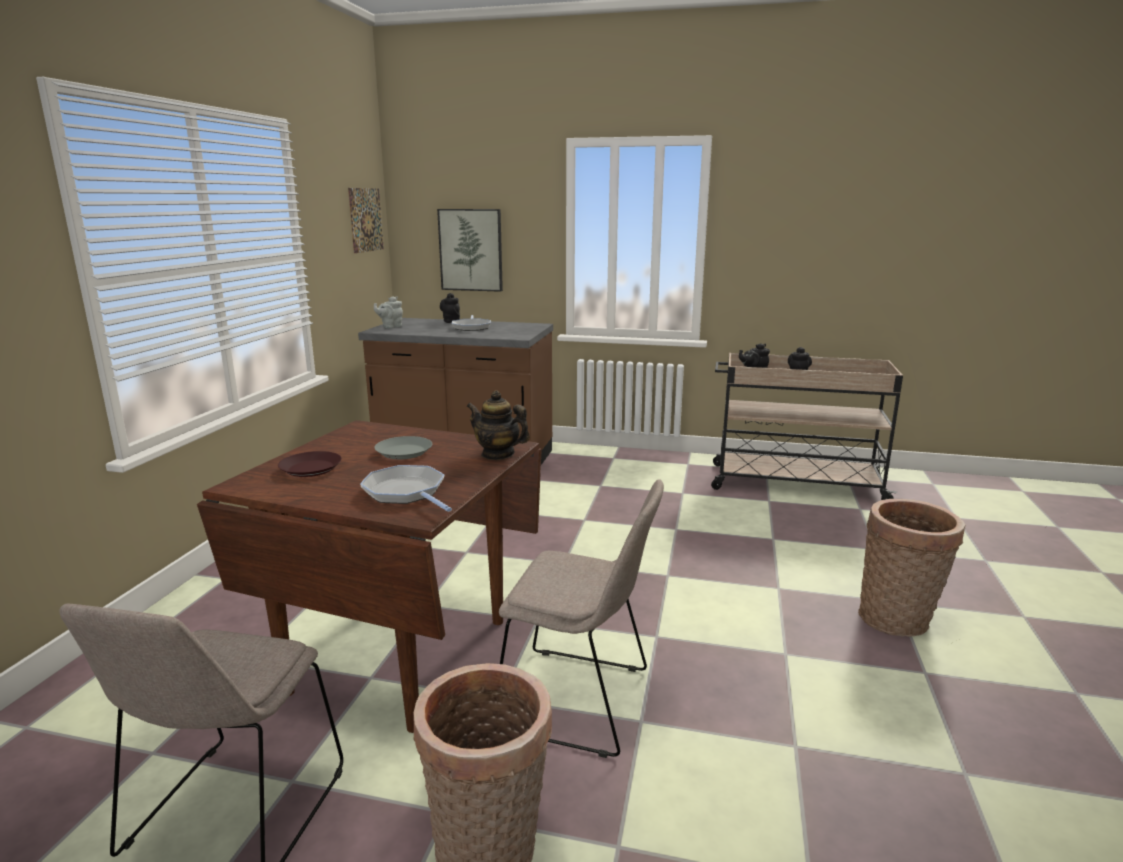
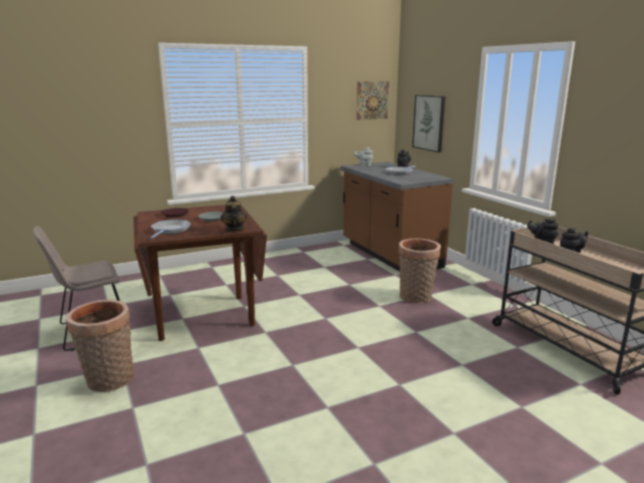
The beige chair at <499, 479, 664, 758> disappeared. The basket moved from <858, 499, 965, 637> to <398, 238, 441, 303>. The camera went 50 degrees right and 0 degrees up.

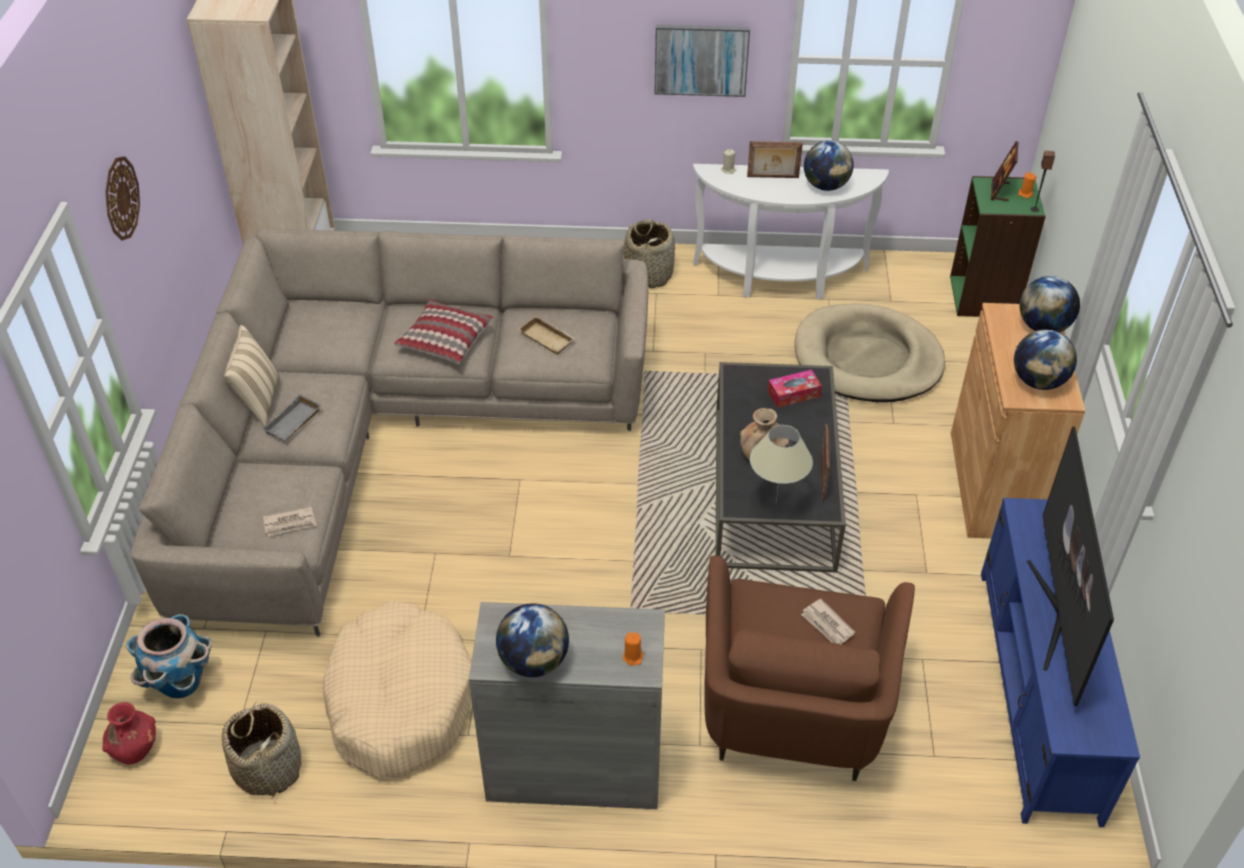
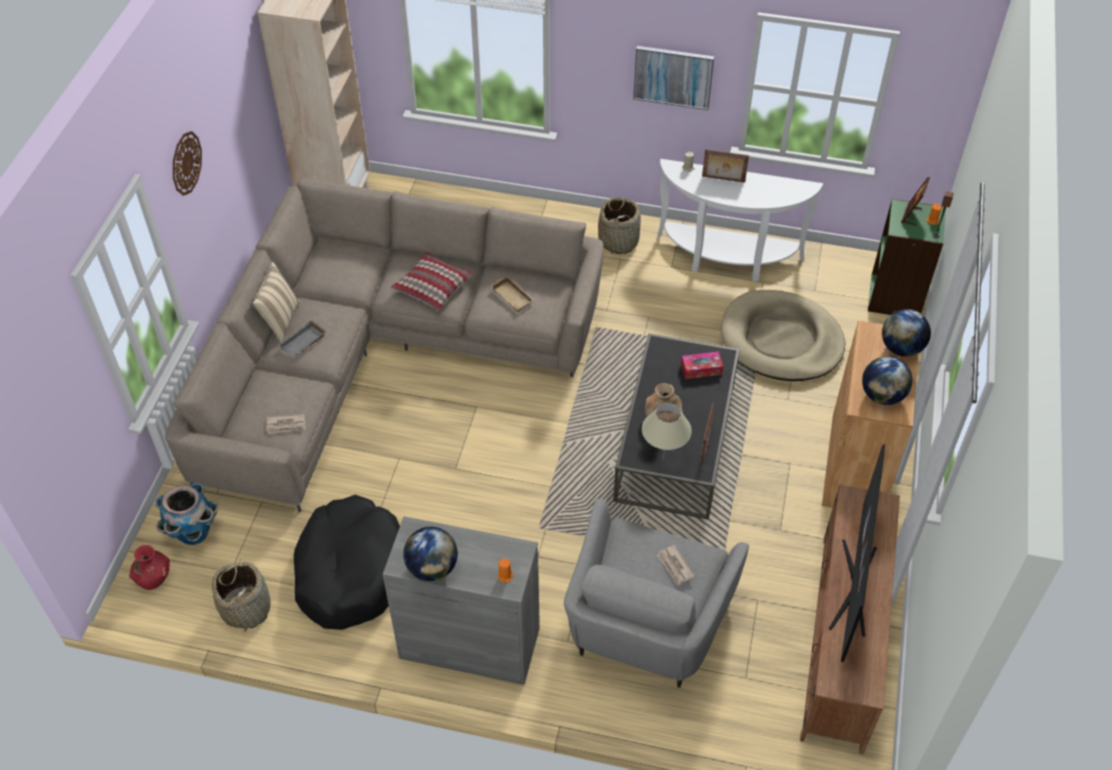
The globe at <804, 140, 853, 191> disappeared. The blue tv stand at <981, 498, 1140, 827> became the brown tv stand at <800, 484, 900, 754>. The brown armchair at <704, 555, 915, 781> became the grey armchair at <564, 499, 749, 688>. The beige dog bed at <323, 600, 472, 778> became the black dog bed at <294, 495, 400, 630>. The camera went 10 degrees right and 5 degrees up.

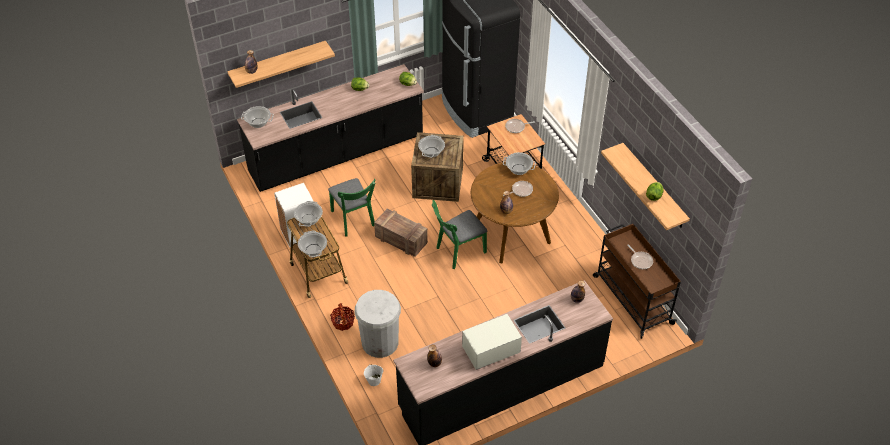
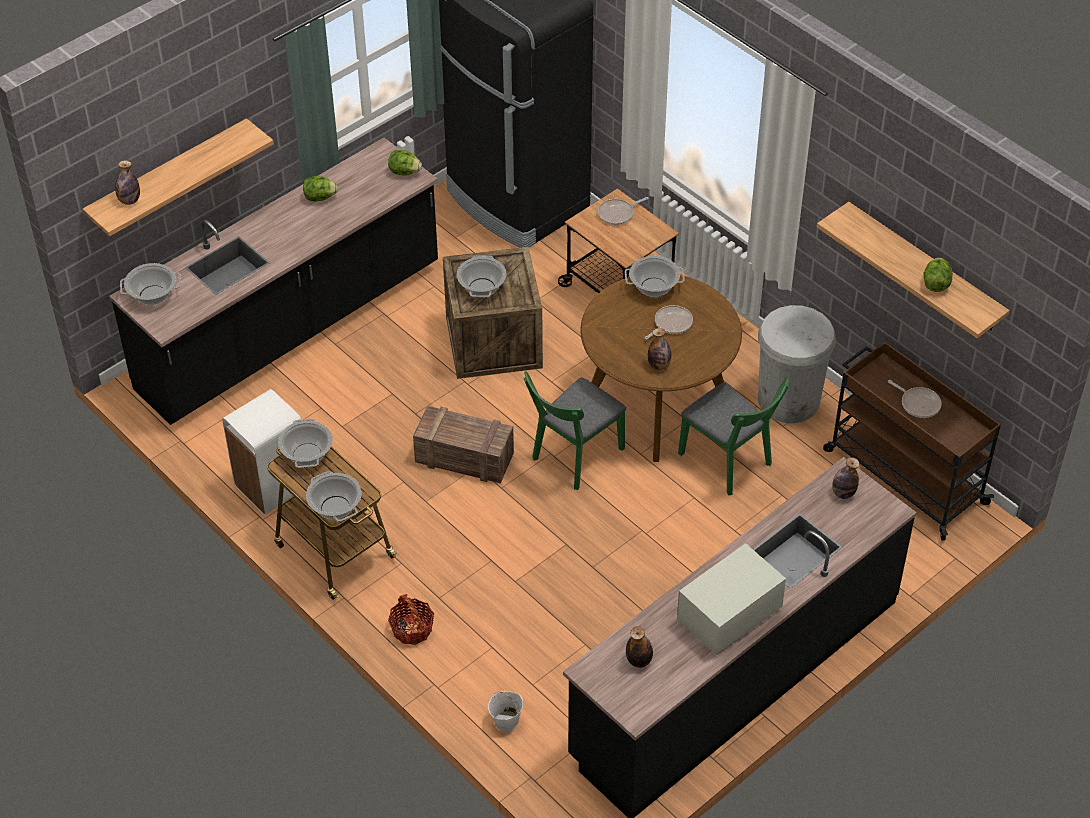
The green chair moved from <328, 178, 376, 237> to <678, 377, 790, 496>. The white trash can moved from <354, 290, 401, 358> to <758, 305, 836, 423>. The camera went 15 degrees left and 0 degrees up.

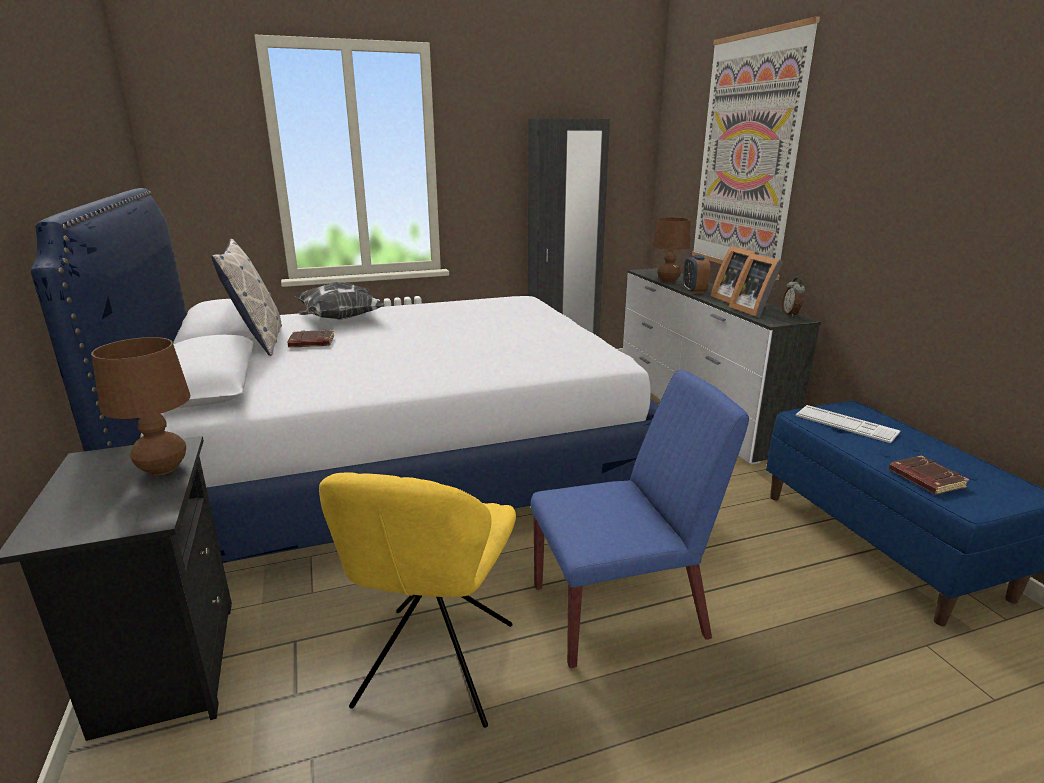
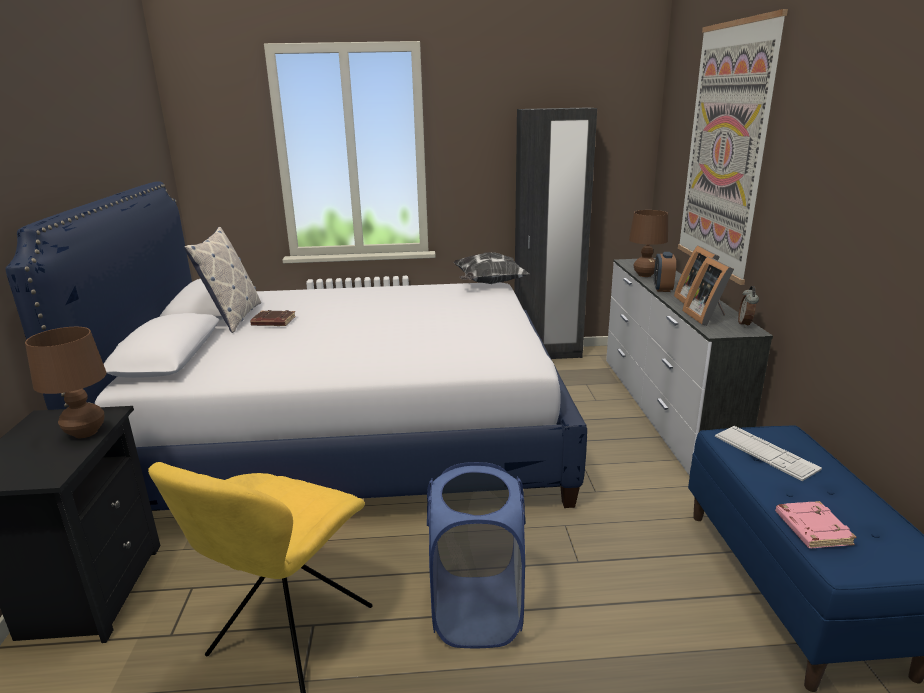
The pillow moved from <295, 282, 385, 320> to <453, 252, 529, 284>. The blue chair at <530, 370, 749, 668> was replaced by the blue laundry basket at <427, 462, 525, 648>. The brown book at <889, 456, 969, 494> became the pink book at <775, 501, 857, 548>. The camera went 15 degrees right and 0 degrees up.

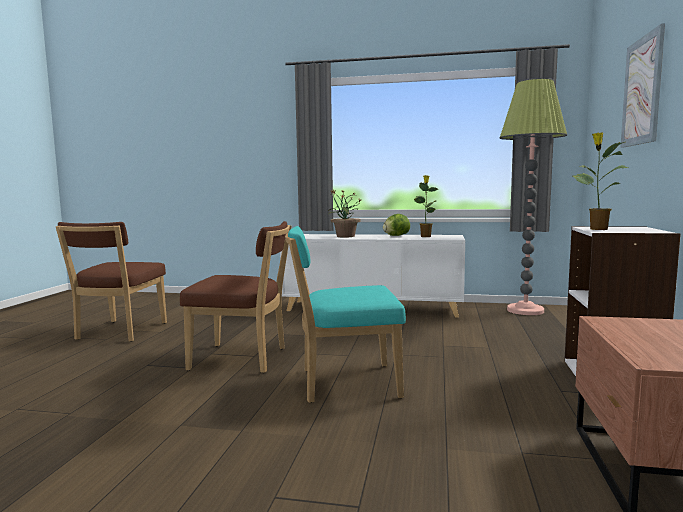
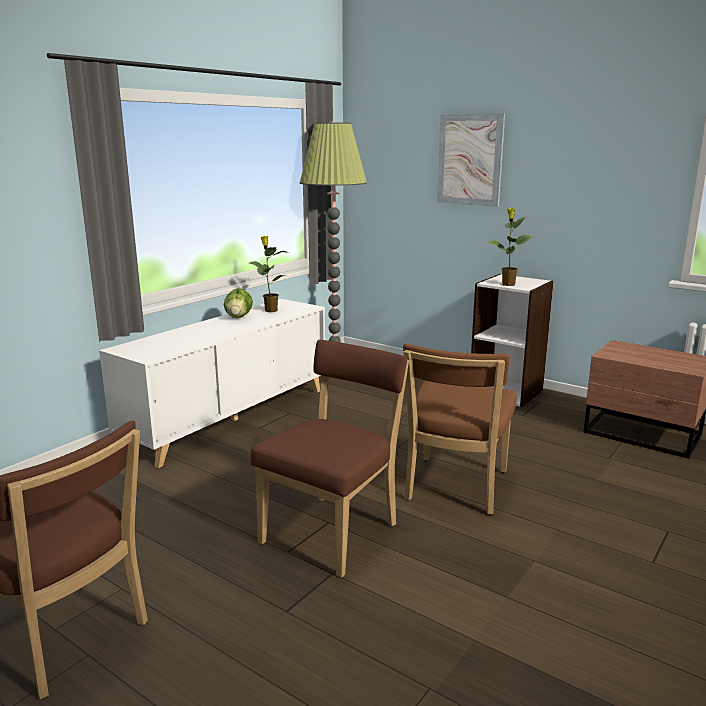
The potted plant at <329, 190, 361, 237> disappeared. The turquoise chair at <285, 226, 406, 403> became the brown chair at <403, 344, 517, 515>. The camera went 65 degrees left and 10 degrees up.

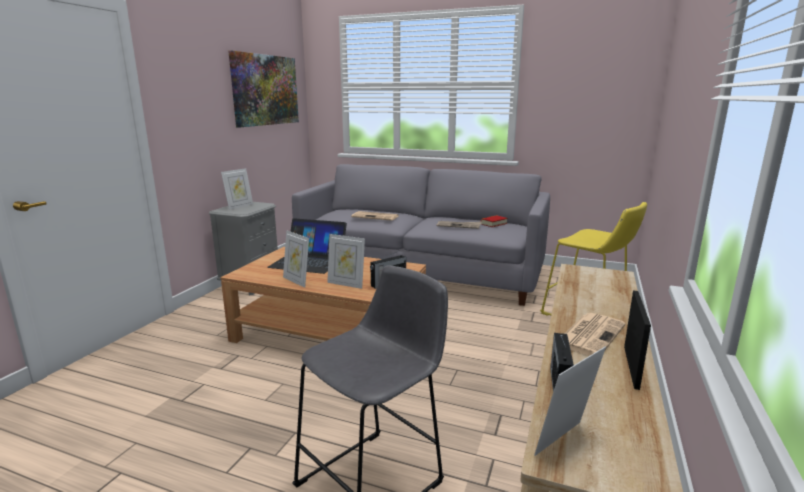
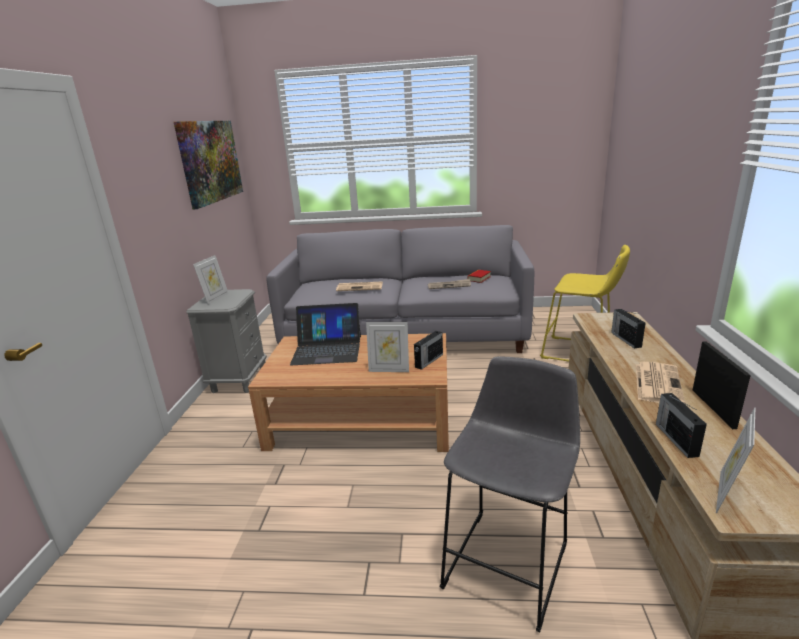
The picture frame at <283, 230, 309, 288> disappeared. The radio at <611, 309, 645, 348> appeared. The camera went 15 degrees left and 5 degrees up.

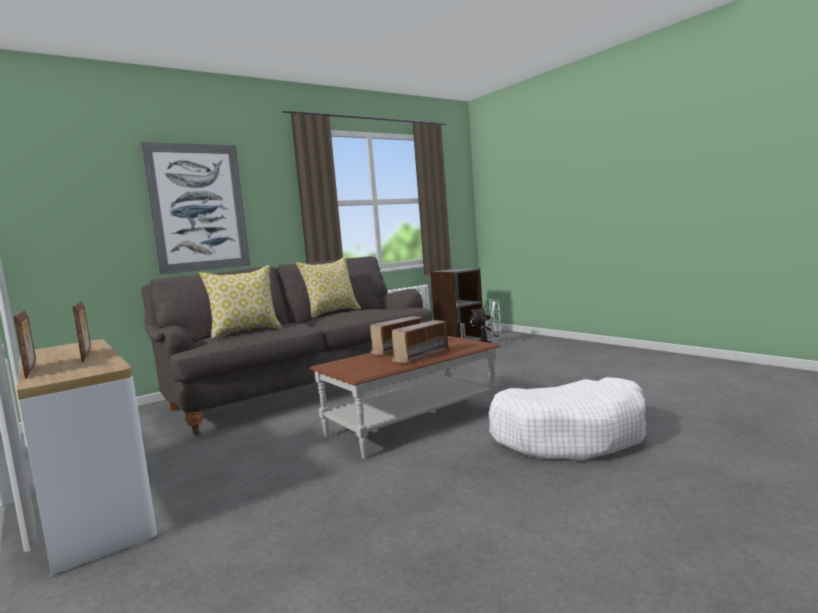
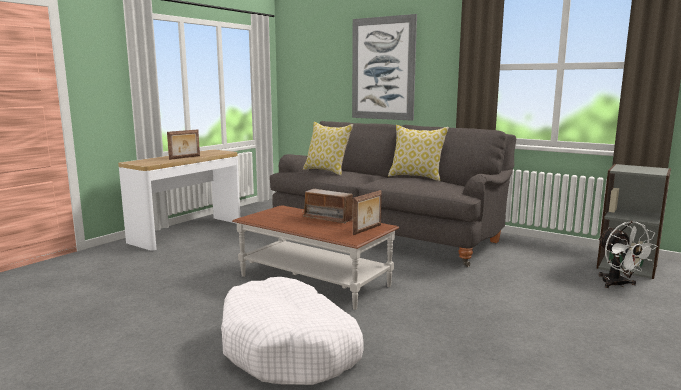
The picture frame moved from <14, 310, 36, 379> to <353, 190, 382, 235>. The radio at <392, 320, 451, 364> disappeared. The camera went 70 degrees right and 5 degrees up.

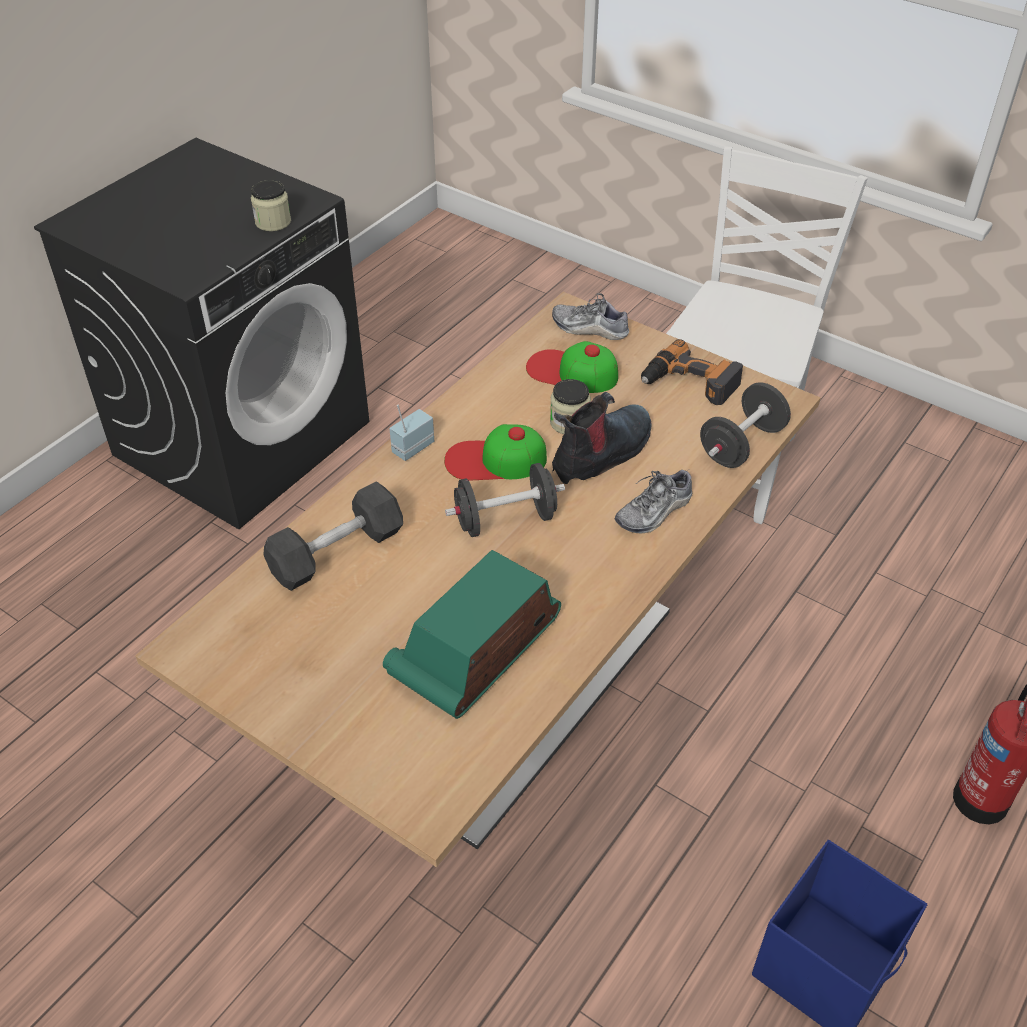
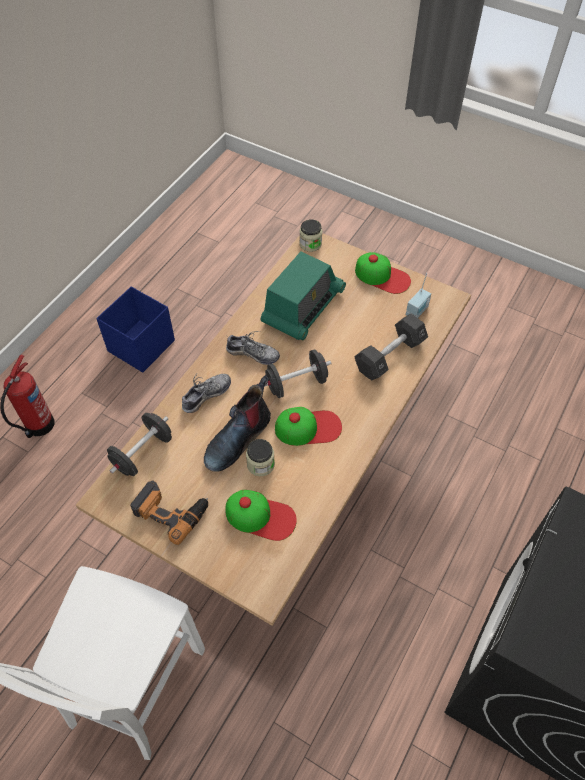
The jar moved from <251, 180, 291, 231> to <299, 219, 322, 252>. The shoe moved from <552, 293, 629, 340> to <226, 331, 280, 365>. The radio moved from <389, 405, 434, 461> to <406, 273, 431, 318>. The cap at <355, 252, 411, 294> appeared. The camera went 175 degrees right and 10 degrees up.

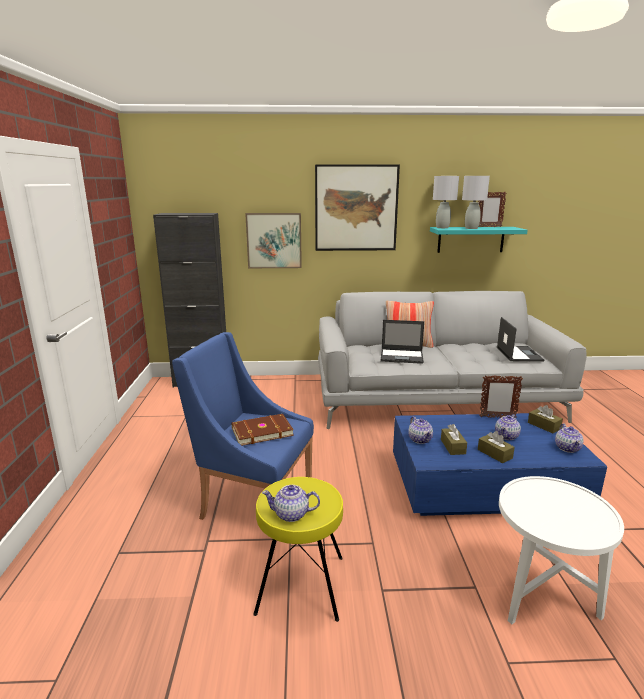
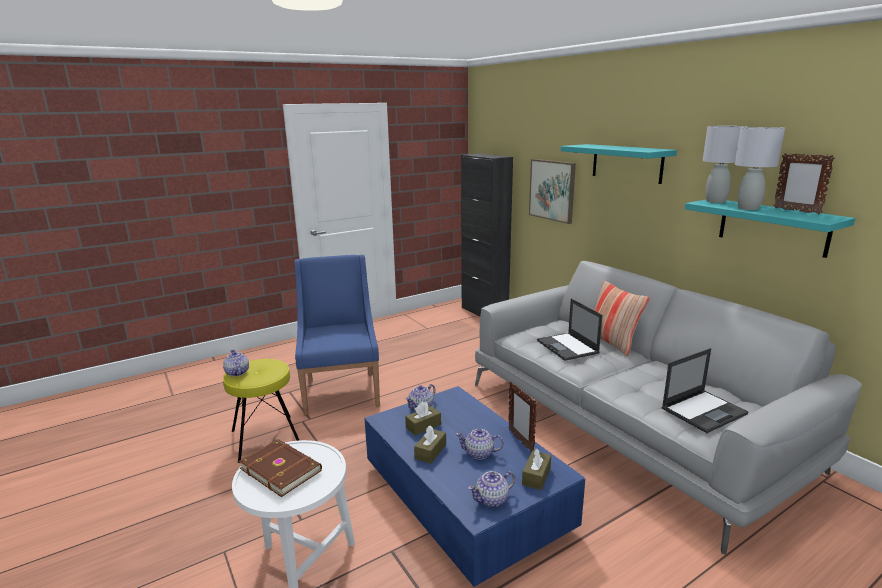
The picture at <315, 164, 400, 251> was replaced by the turquoise shelf at <561, 144, 677, 184>. The brown book moved from <232, 414, 294, 446> to <239, 439, 322, 497>. The camera went 60 degrees right and 0 degrees up.

